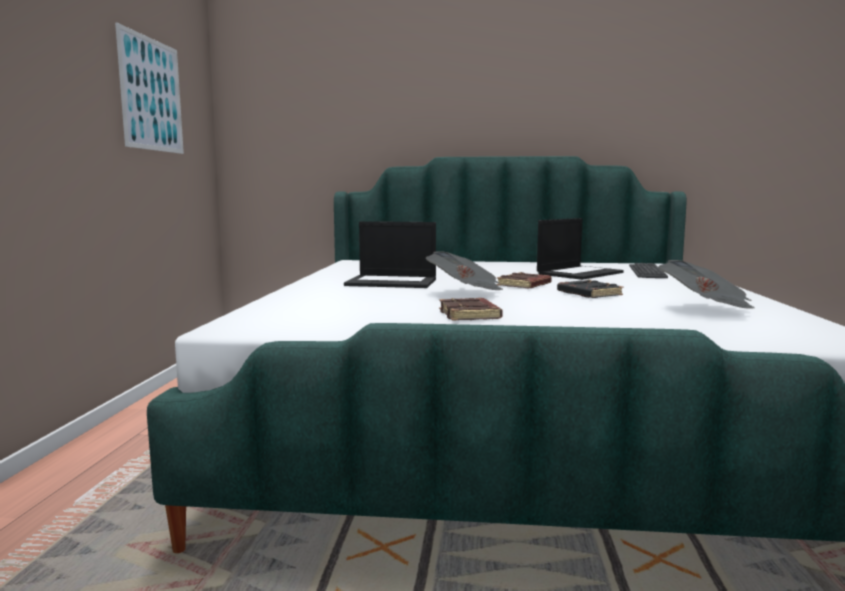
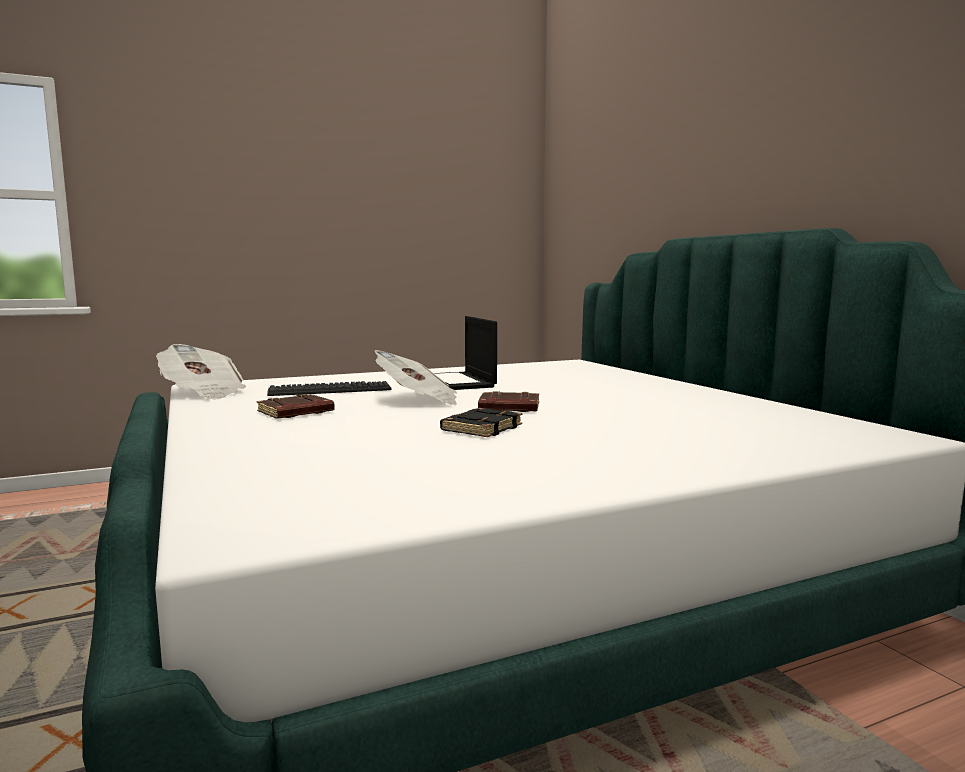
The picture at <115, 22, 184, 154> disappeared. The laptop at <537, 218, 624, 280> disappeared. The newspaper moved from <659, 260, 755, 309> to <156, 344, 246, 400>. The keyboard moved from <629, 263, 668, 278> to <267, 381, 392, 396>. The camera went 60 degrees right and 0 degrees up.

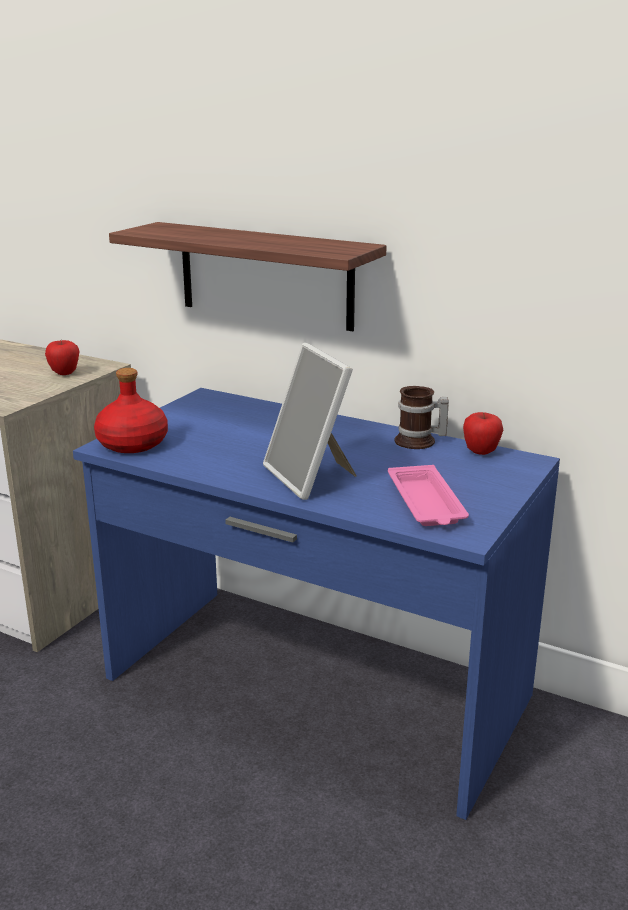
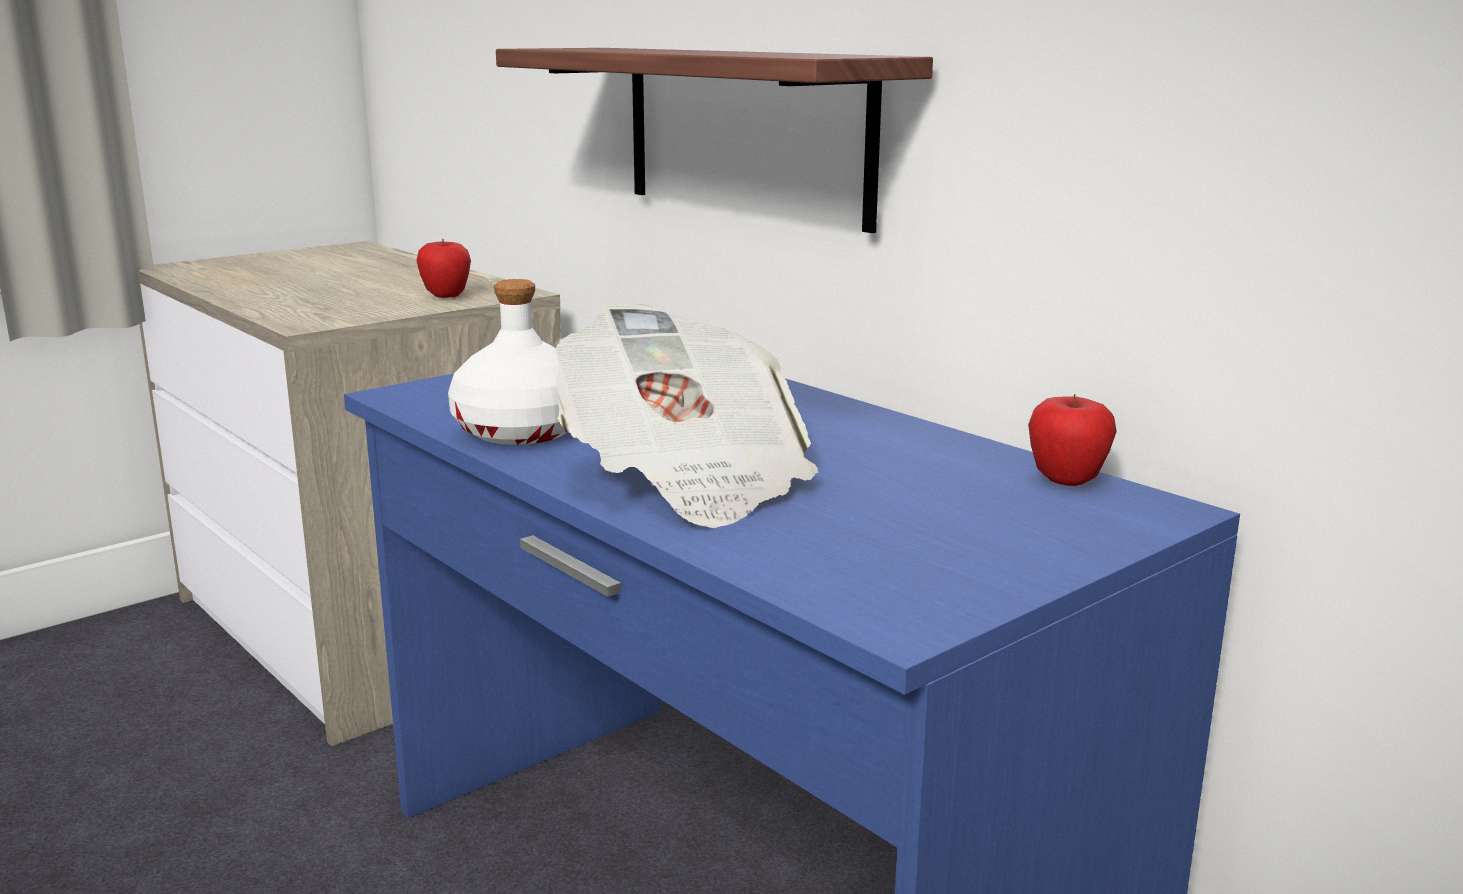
The picture frame at <263, 343, 357, 500> was replaced by the newspaper at <555, 304, 818, 528>. The red bottle at <94, 368, 168, 453> disappeared. The mug at <395, 386, 449, 449> disappeared. The pink tray at <388, 465, 469, 526> disappeared. The white bottle at <448, 279, 567, 445> appeared. The camera went 20 degrees right and 5 degrees down.

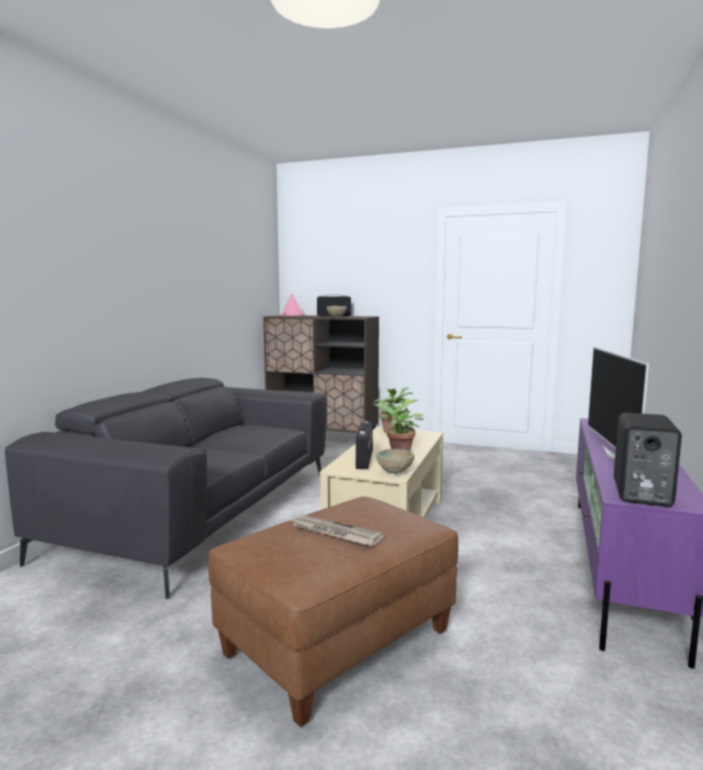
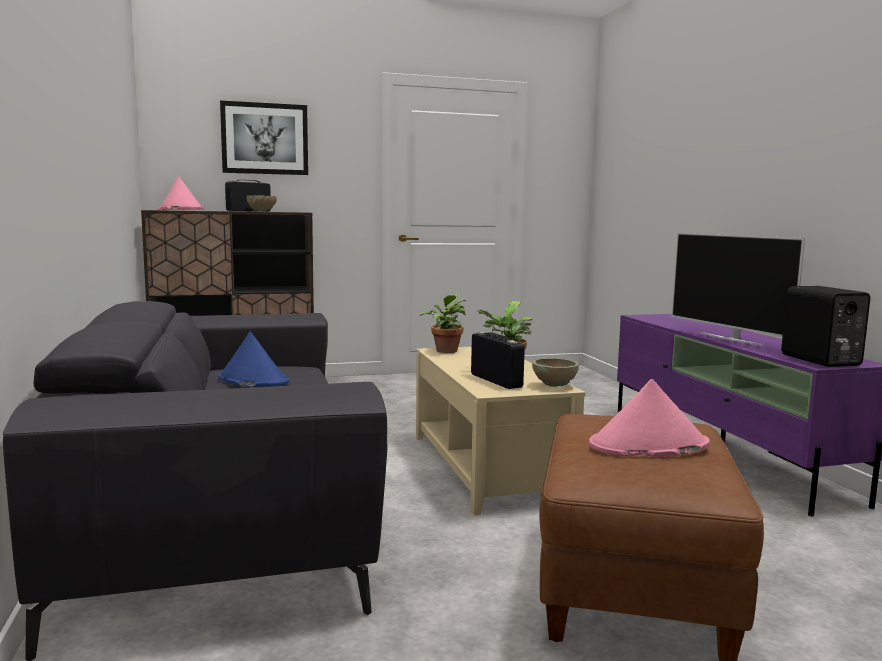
The newspaper at <290, 515, 384, 546> was replaced by the pink hat at <589, 379, 710, 457>. The picture at <220, 100, 308, 175> appeared. The blue hat at <218, 332, 289, 387> appeared. The camera went 35 degrees left and 0 degrees up.

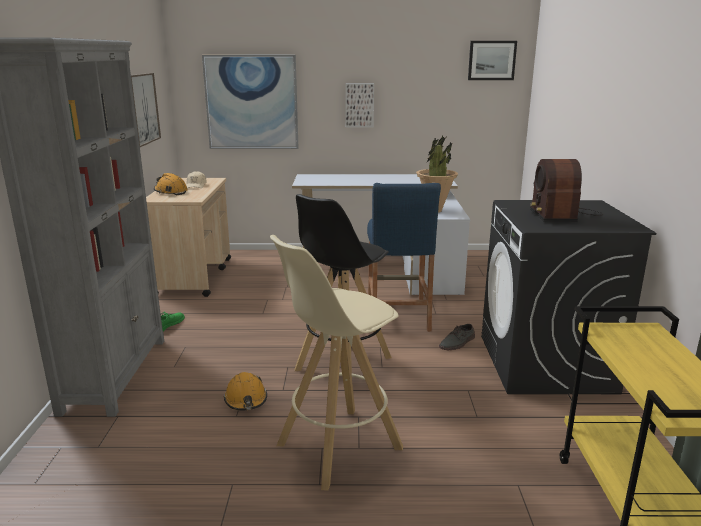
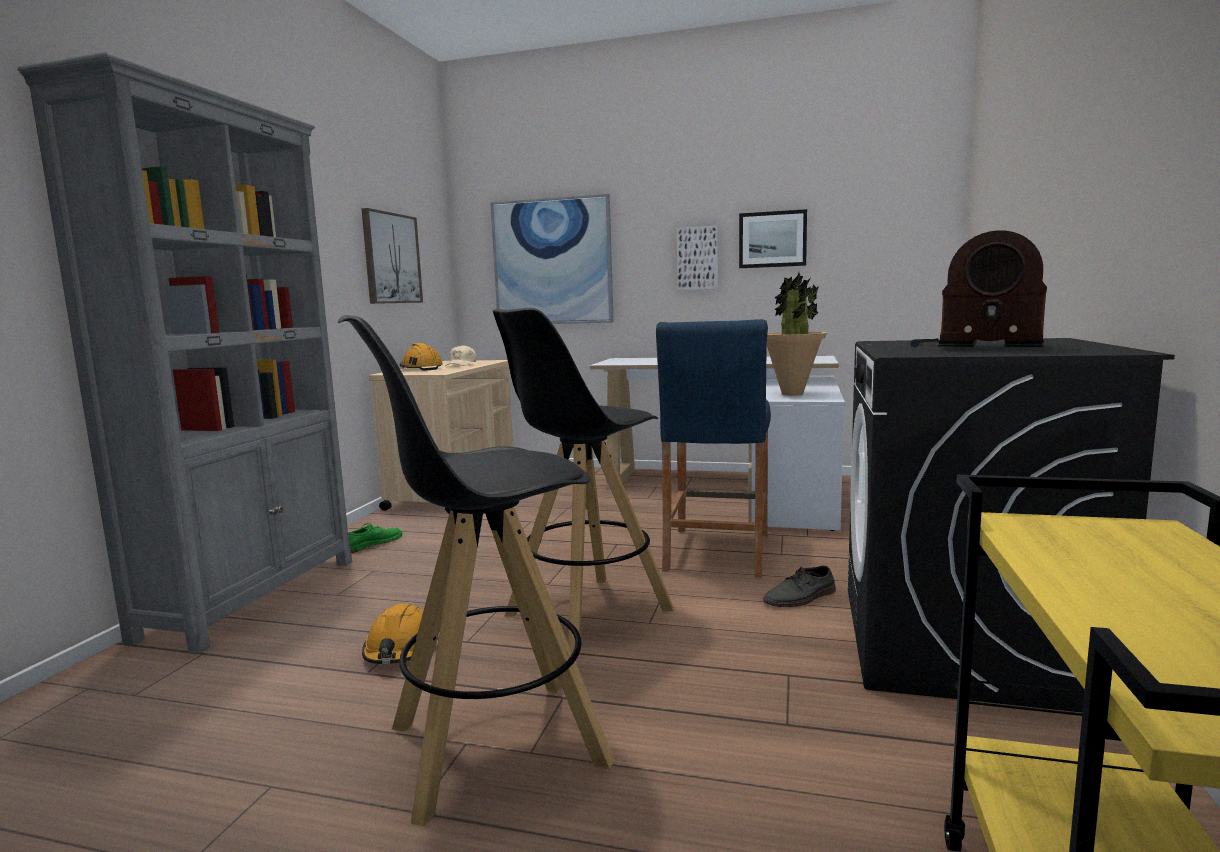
The picture moved from <468, 41, 517, 80> to <739, 209, 807, 268>. The radio at <530, 159, 603, 222> turned 75 degrees counterclockwise. The beige stool at <270, 235, 403, 491> became the black stool at <337, 315, 615, 827>. The camera went 15 degrees right and 10 degrees down.

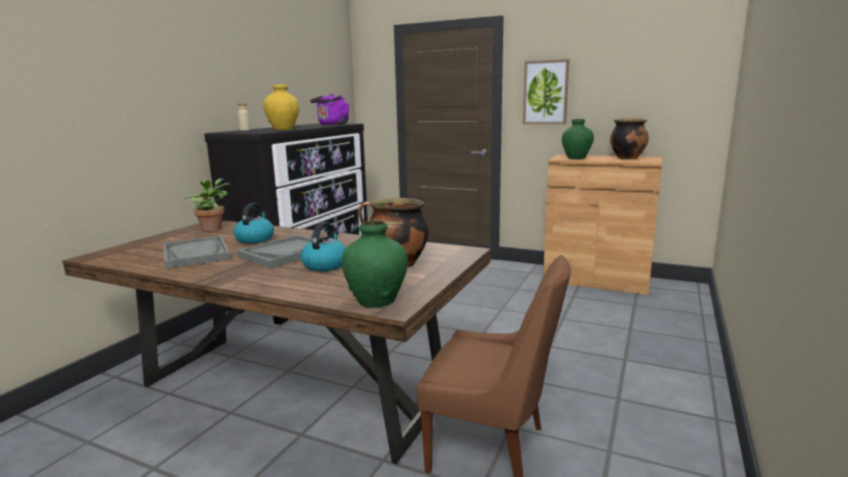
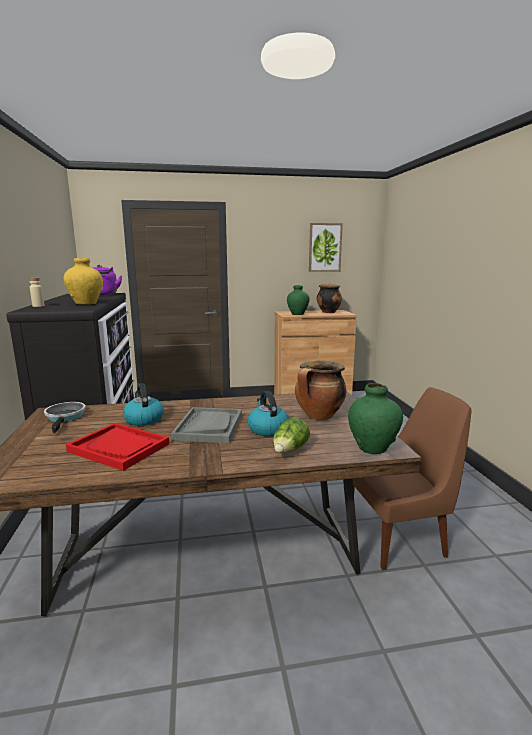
The picture moved from <523, 59, 569, 124> to <309, 223, 343, 272>. The potted plant at <184, 179, 230, 231> was replaced by the frying pan at <44, 402, 86, 433>. The grey tray at <164, 236, 230, 269> became the red tray at <66, 423, 169, 471>. The lettuce at <273, 417, 310, 453> appeared. The camera went 35 degrees left and 0 degrees up.

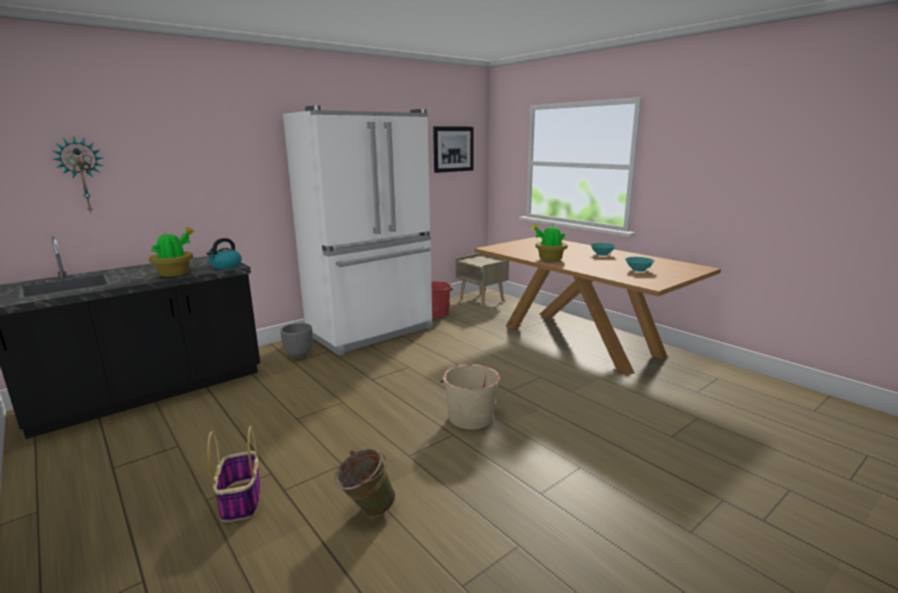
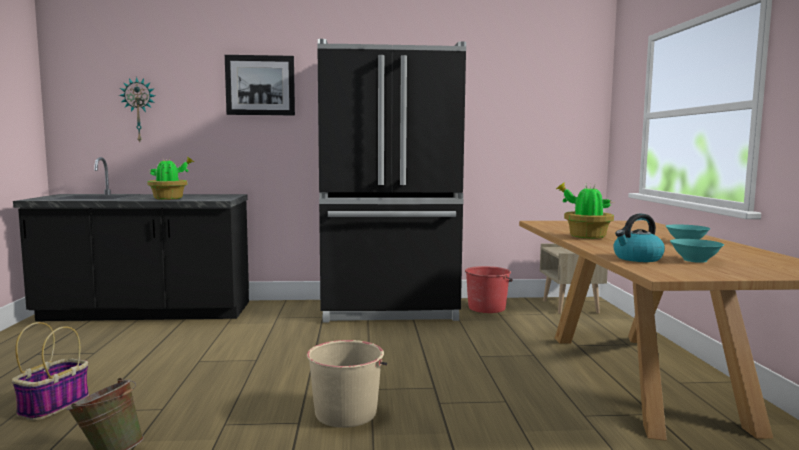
The white fridge at <283, 105, 433, 356> became the black fridge at <317, 39, 466, 322>. The picture moved from <433, 126, 474, 173> to <225, 55, 295, 115>. The kettle moved from <206, 238, 242, 269> to <613, 214, 665, 262>. The grey planter at <280, 323, 313, 358> disappeared. The camera went 35 degrees right and 10 degrees down.

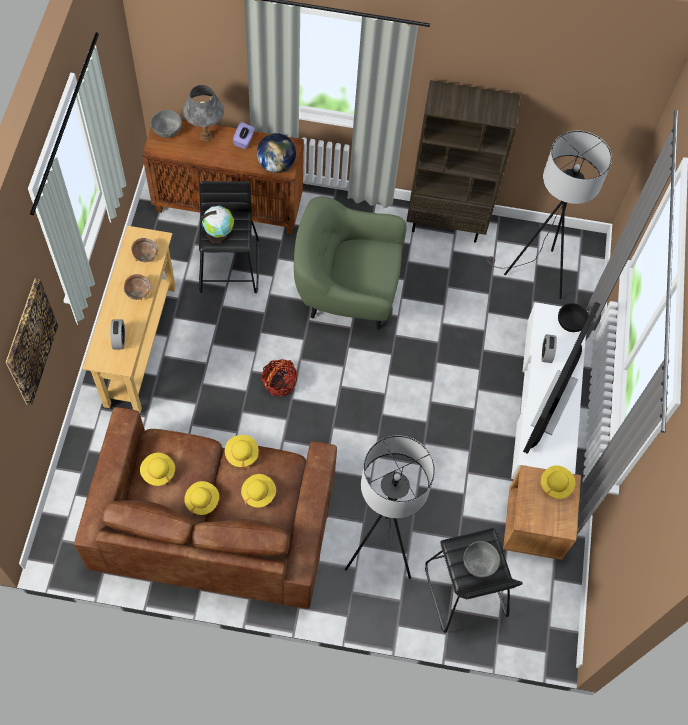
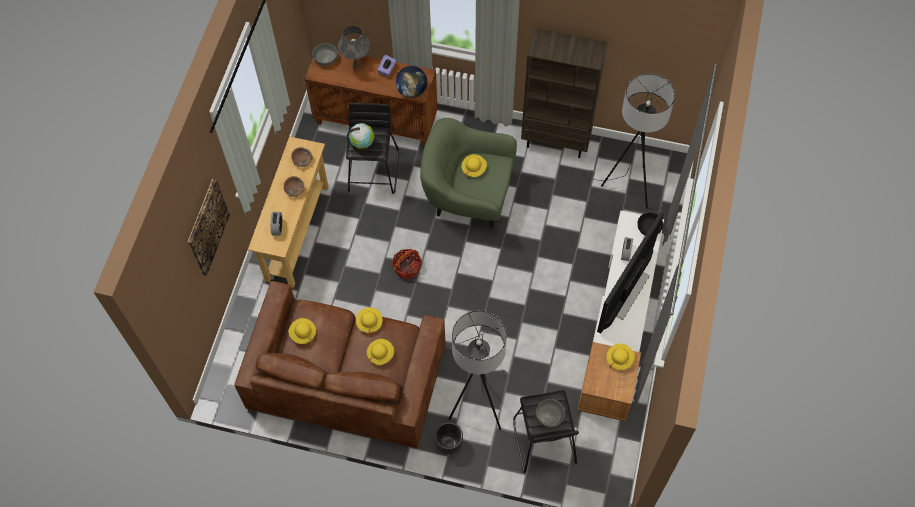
The yellow hat moved from <184, 481, 219, 515> to <461, 154, 487, 178>. The black planter at <434, 422, 463, 454> appeared. The camera went 10 degrees right and 0 degrees up.

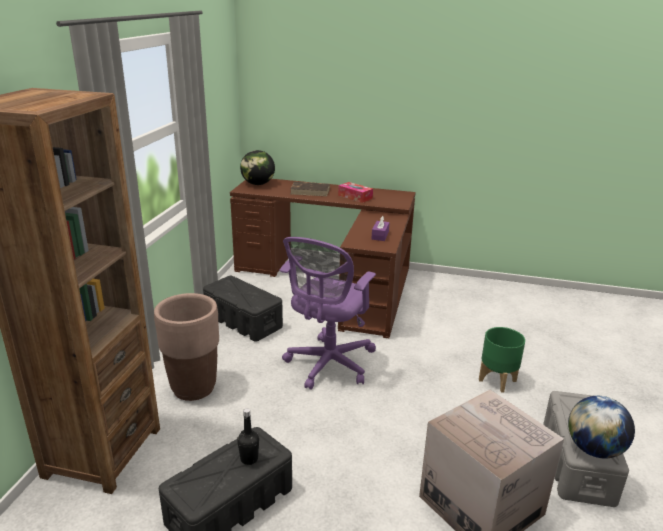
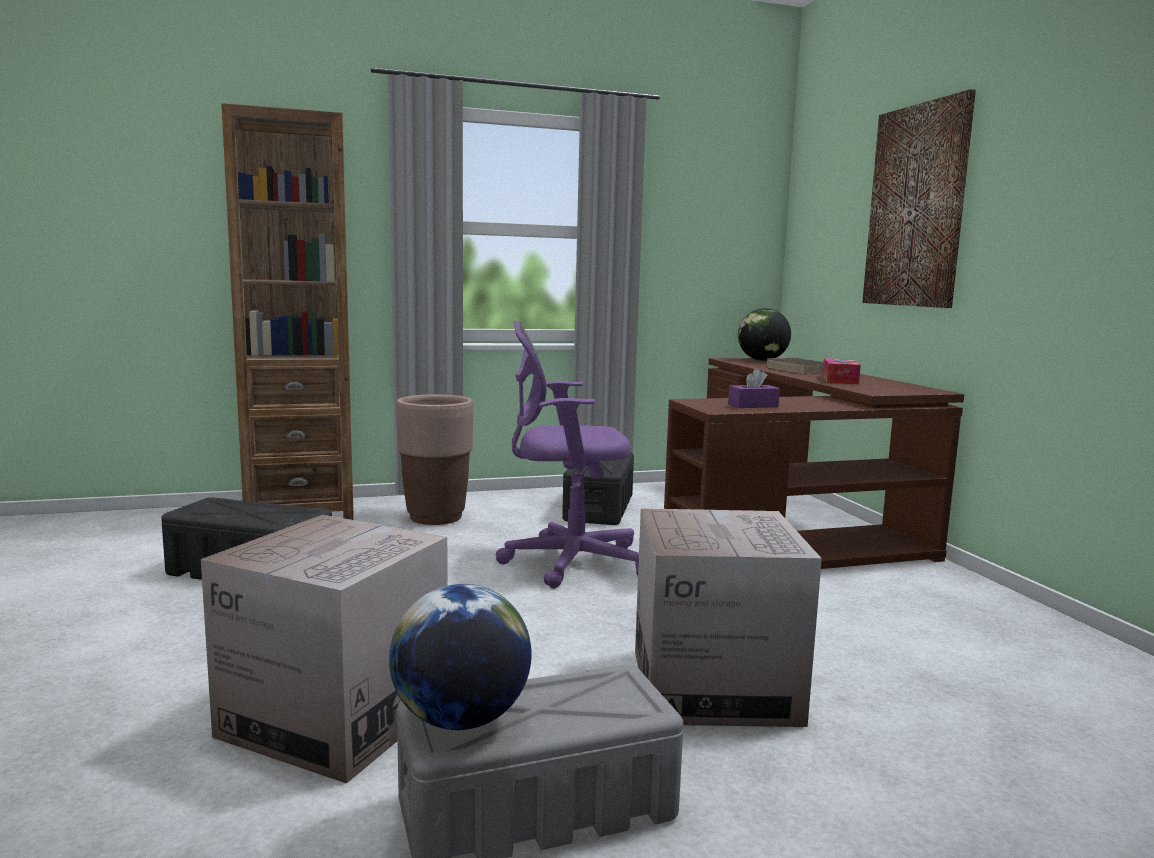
The green planter at <479, 327, 525, 393> was replaced by the cardboard box at <635, 508, 822, 727>. The black bottle at <237, 408, 259, 465> disappeared. The picture at <862, 89, 976, 308> appeared. The camera went 60 degrees right and 15 degrees down.

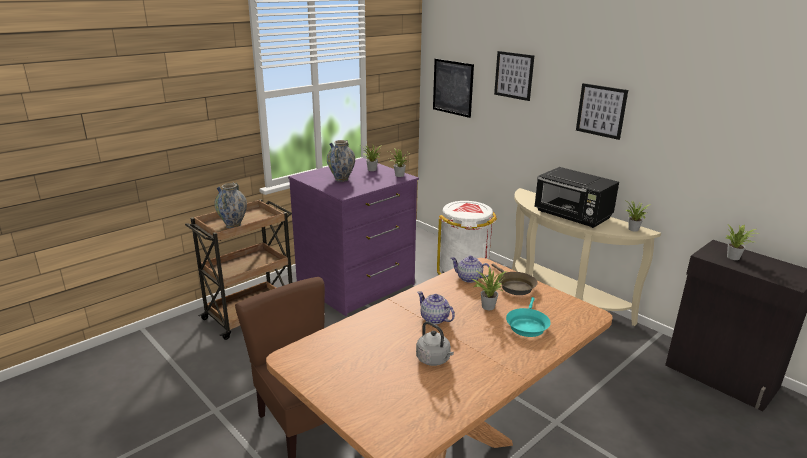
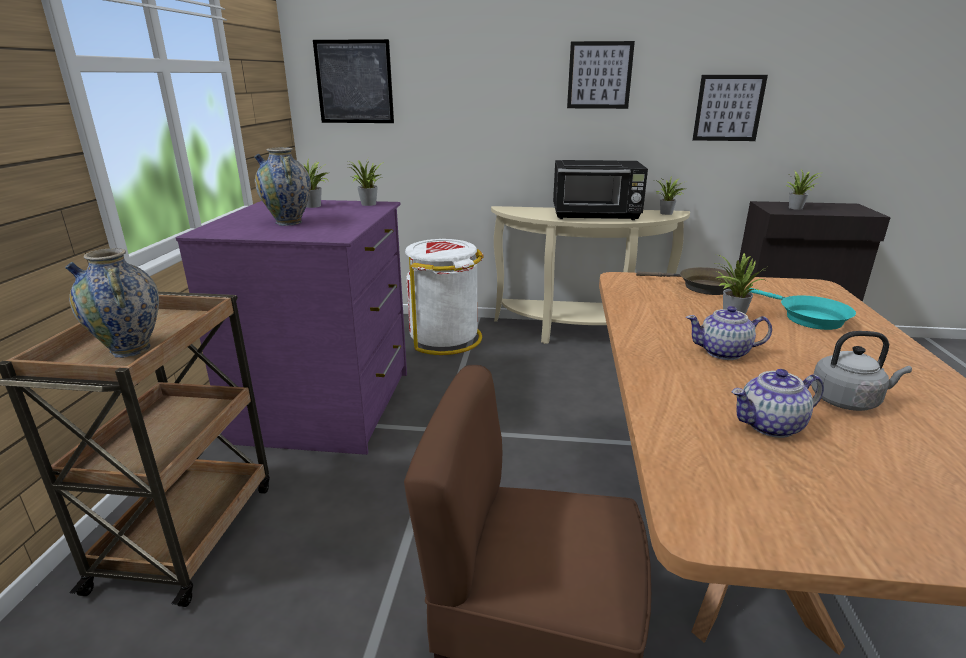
The picture moved from <494, 51, 535, 101> to <692, 75, 768, 141>. The teapot moved from <451, 255, 491, 283> to <732, 369, 824, 438>. The camera went 40 degrees left and 0 degrees up.

